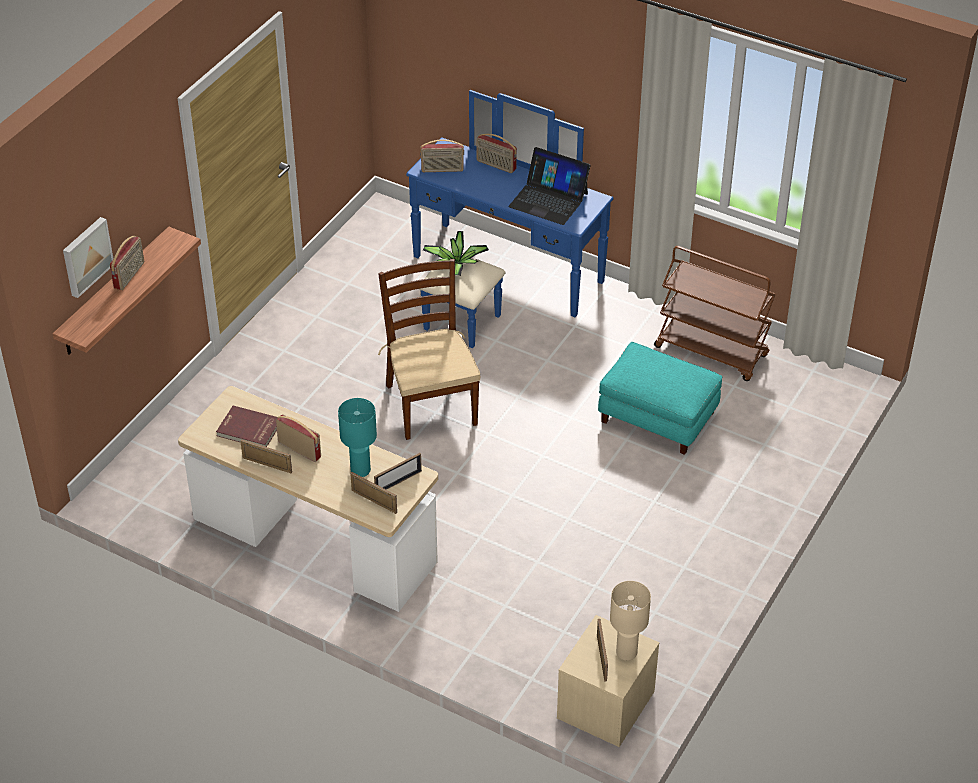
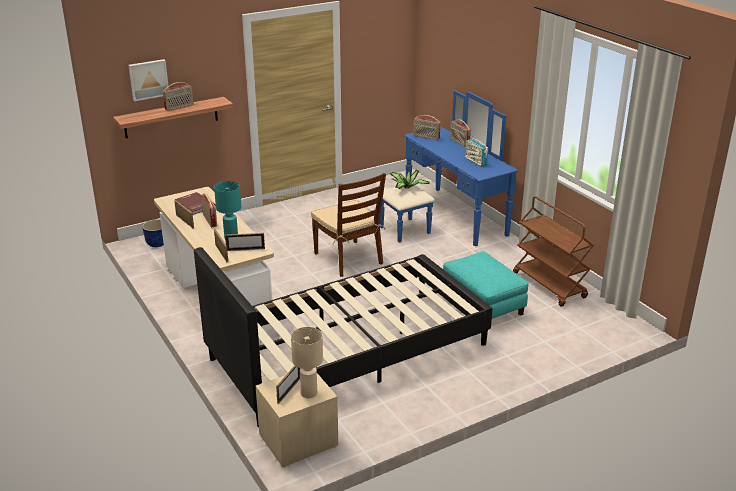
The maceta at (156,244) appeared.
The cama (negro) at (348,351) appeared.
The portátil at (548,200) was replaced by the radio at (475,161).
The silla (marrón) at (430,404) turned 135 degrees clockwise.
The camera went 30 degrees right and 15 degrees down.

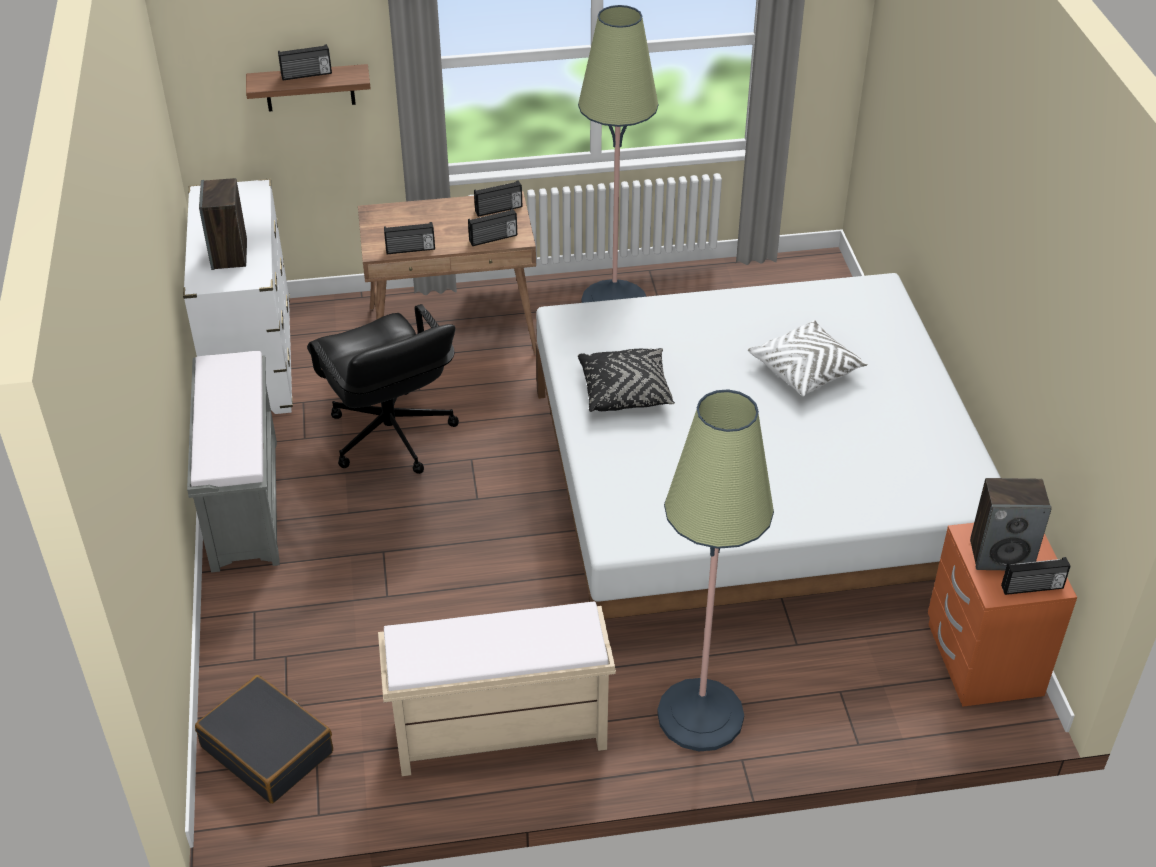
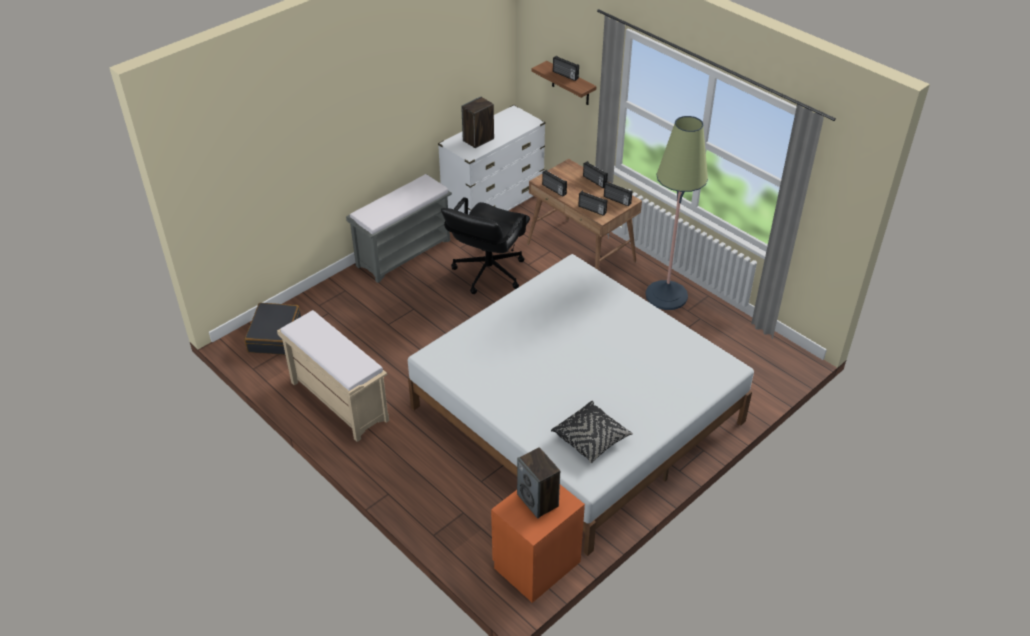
The lámpara de pie at (700,715) disappeared.
The cojín (blanco) at (806,369) disappeared.
The cojín (negro) moved from (625,391) to (591,438).
The radio moved from (1032,588) to (594,181).
The camera went 55 degrees right and 0 degrees up.

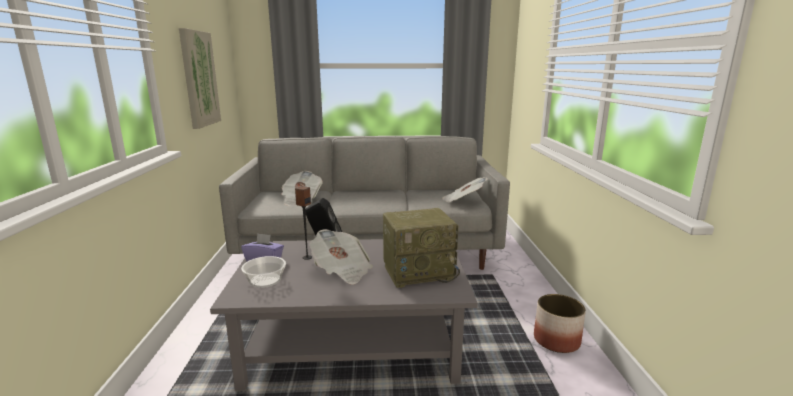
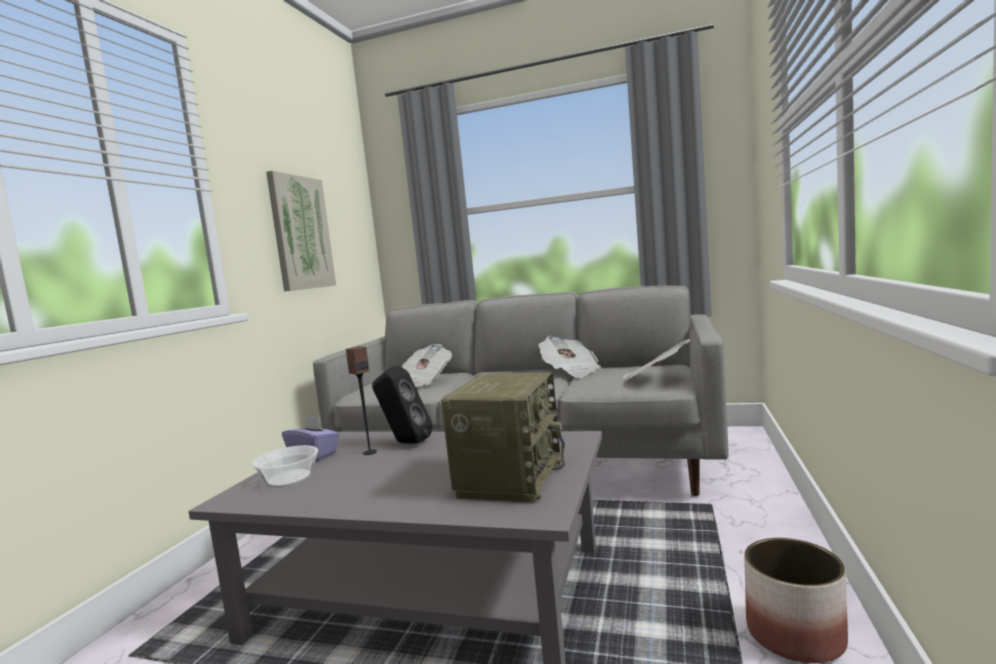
The periódico moved from (342,271) to (570,372).
The radio at (419,272) turned 75 degrees counterclockwise.
The camera went 20 degrees right and 10 degrees down.

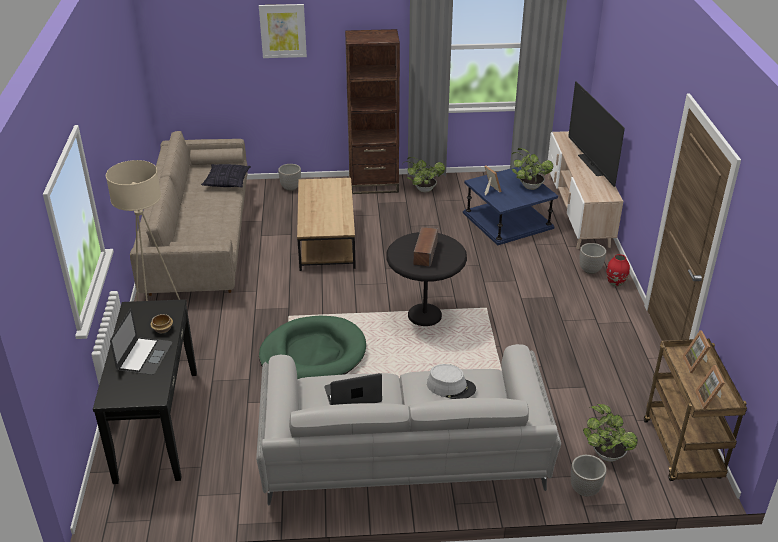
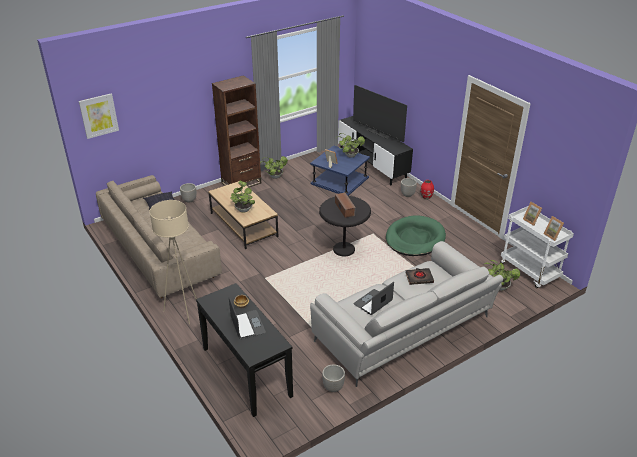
The planta en maceta at (243,209) appeared.
The cuadro moved from (283,31) to (99,115).
The cama para perro (verde) moved from (313,354) to (415,239).
The maceta moved from (584,490) to (333,387).
The sombrero (gris) at (451,387) was replaced by the libro (negro) at (419,278).
The mueble de televisión (beis) at (577,211) became the mueble de televisión (negro) at (372,164).
The carrito (marrón) at (683,451) became the carrito (blanco) at (530,271).
The camera went 30 degrees left and 0 degrees up.

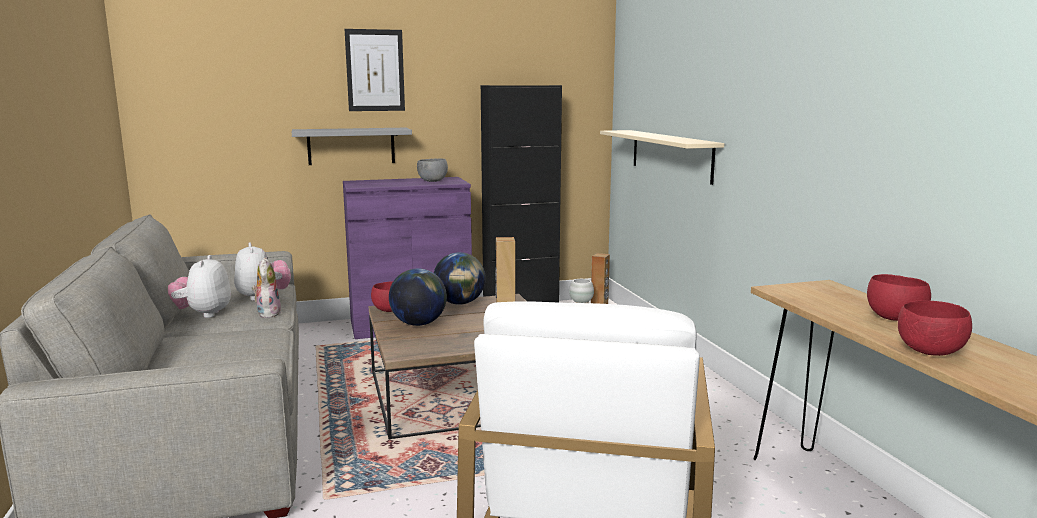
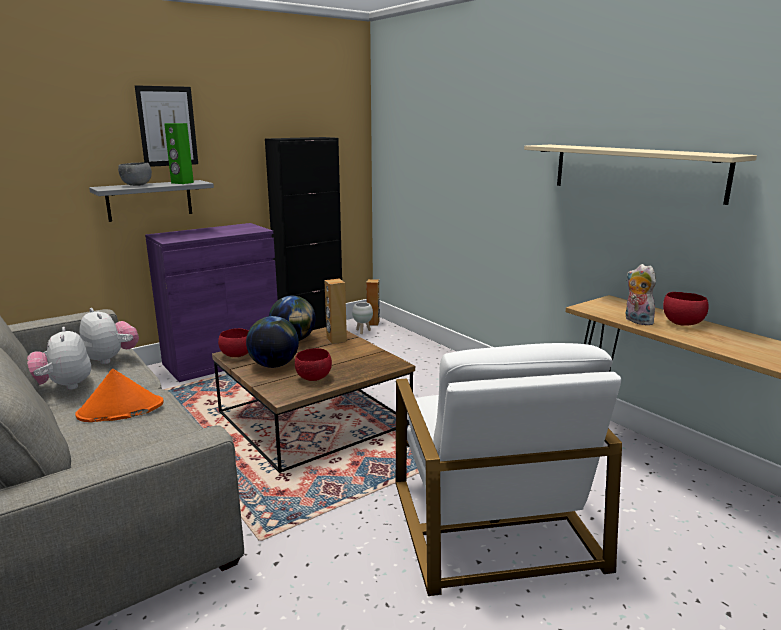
The sombrero (naranja) at (120,410) appeared.
The altavoz (verde) at (182,183) appeared.
The peluche moved from (267,313) to (636,321).
The cuenco (gris) moved from (432,181) to (136,185).
The estante (beis) moved from (670,155) to (635,171).
The cuenco (rojo) moved from (931,352) to (314,378).
The camera went 20 degrees left and 5 degrees up.

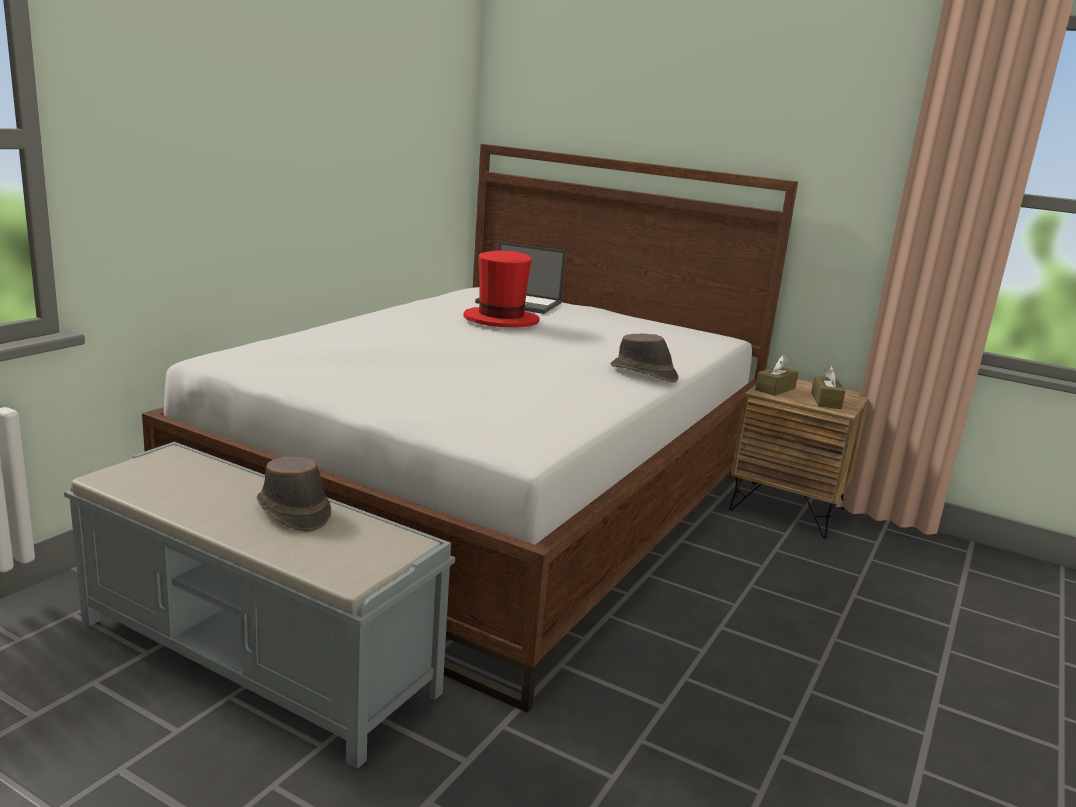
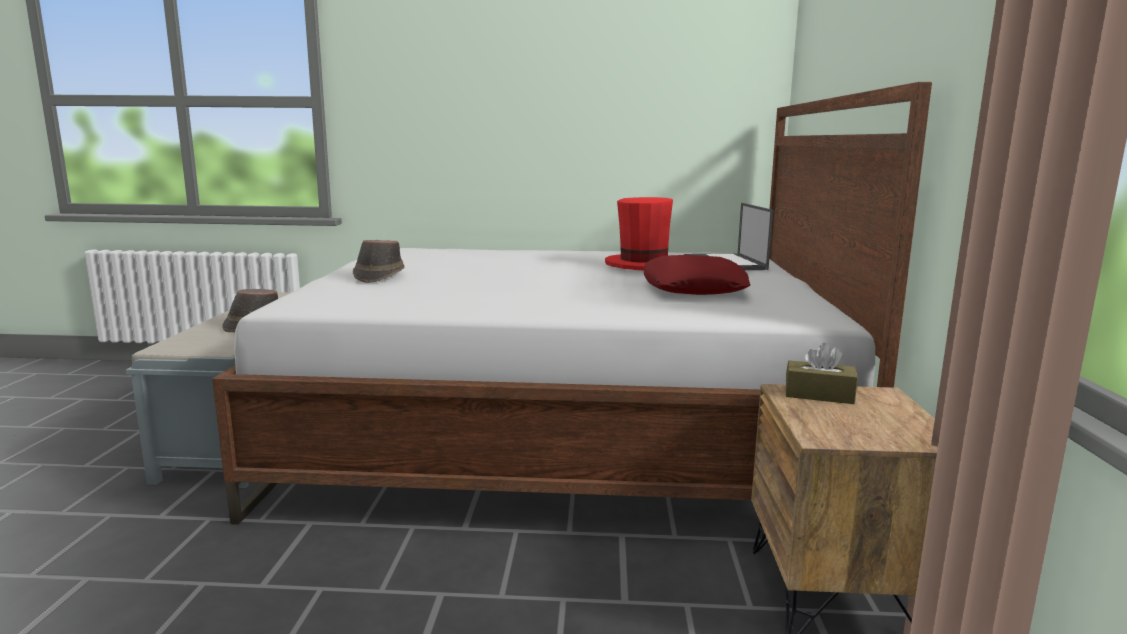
The caja de pañuelos (marrón) at (826,401) disappeared.
The cojín (rojo) at (694,287) appeared.
The sombrero (marrón) moved from (644,374) to (378,276).
The camera went 65 degrees right and 5 degrees down.

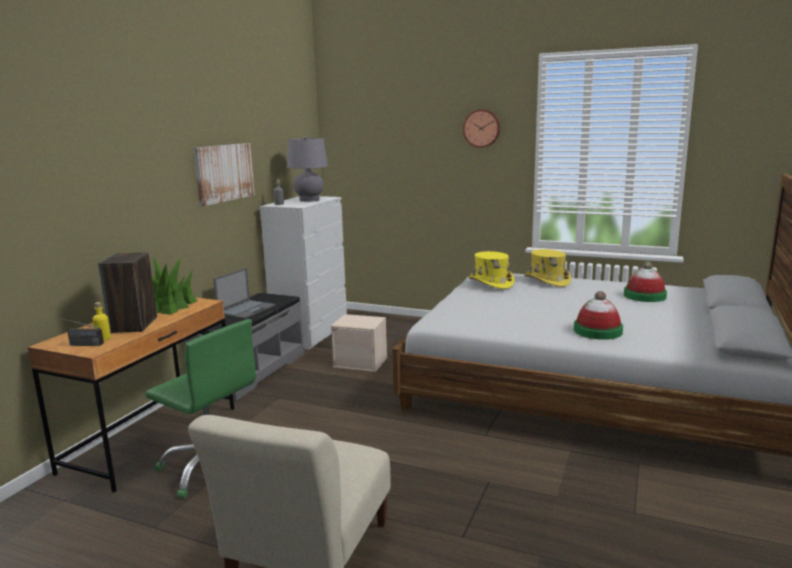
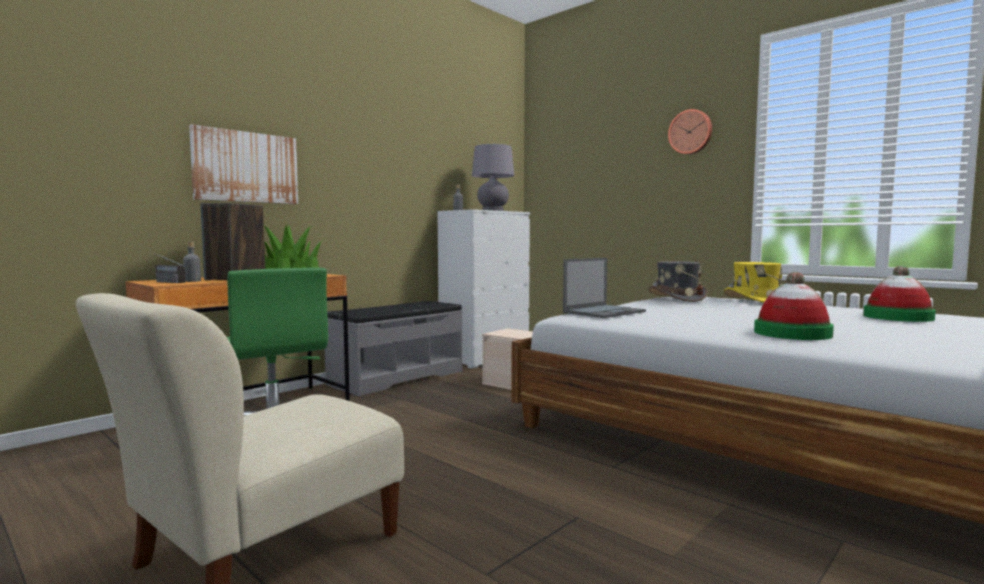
The cuadro moved from (224,173) to (246,167).
The portátil moved from (247,309) to (604,312).
The botella (amarillo) at (103,338) became the botella (gris) at (192,281).
The sombrero (amarillo) at (490,283) became the sombrero (gris) at (676,298).
The camera went 20 degrees right and 10 degrees down.

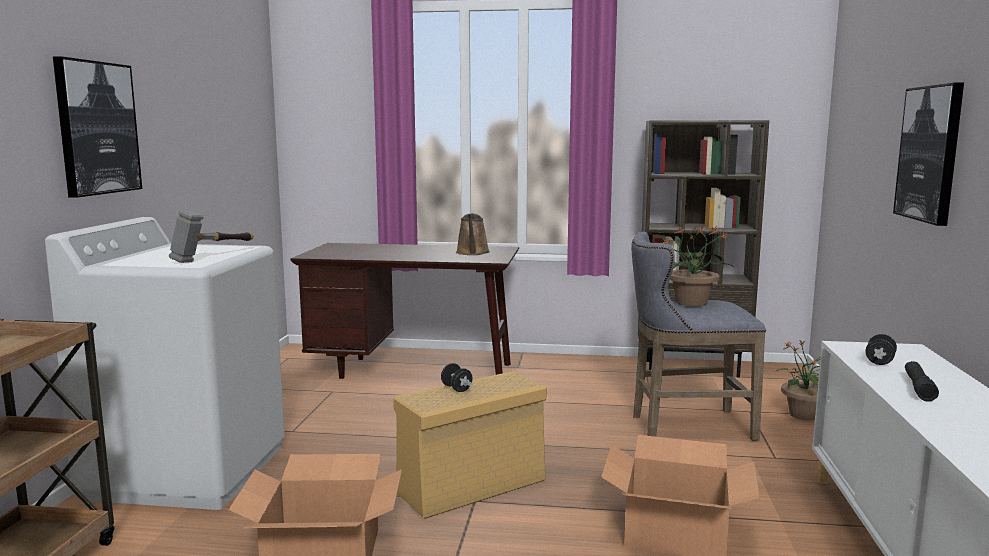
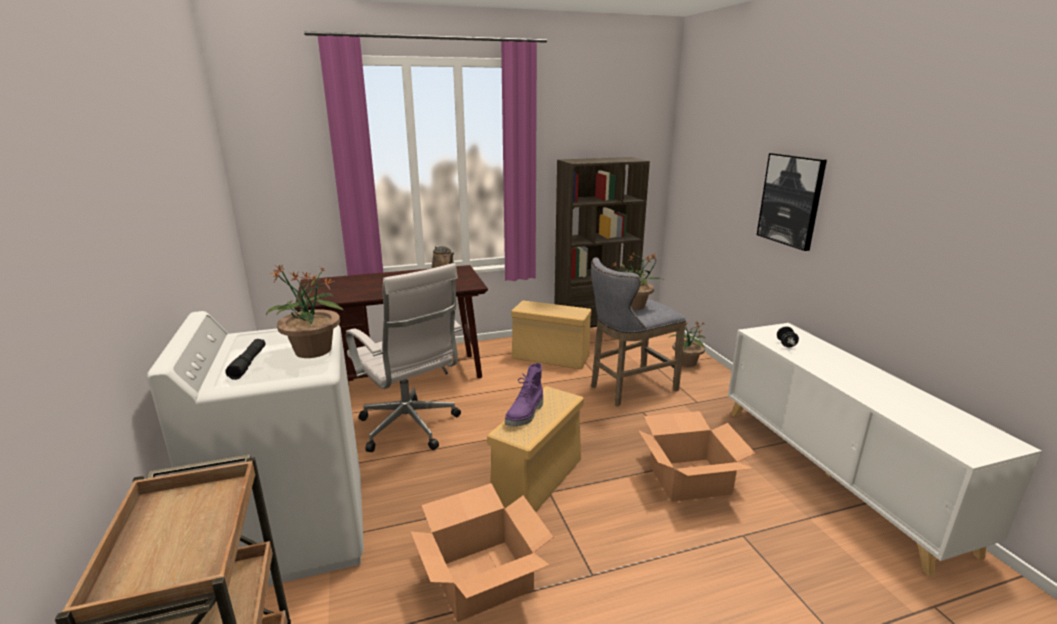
The cuadro at (97,128) disappeared.
The silla de oficina (blanco) at (411,428) appeared.
The caja de almacenaje (beis) at (551,357) appeared.
The linterna (negro) moved from (918,387) to (248,363).
The martillo at (214,257) was replaced by the planta en maceta at (313,351).
The mancuerna (negro) at (456,388) was replaced by the bota (morado) at (525,414).
The camera went 25 degrees left and 10 degrees up.

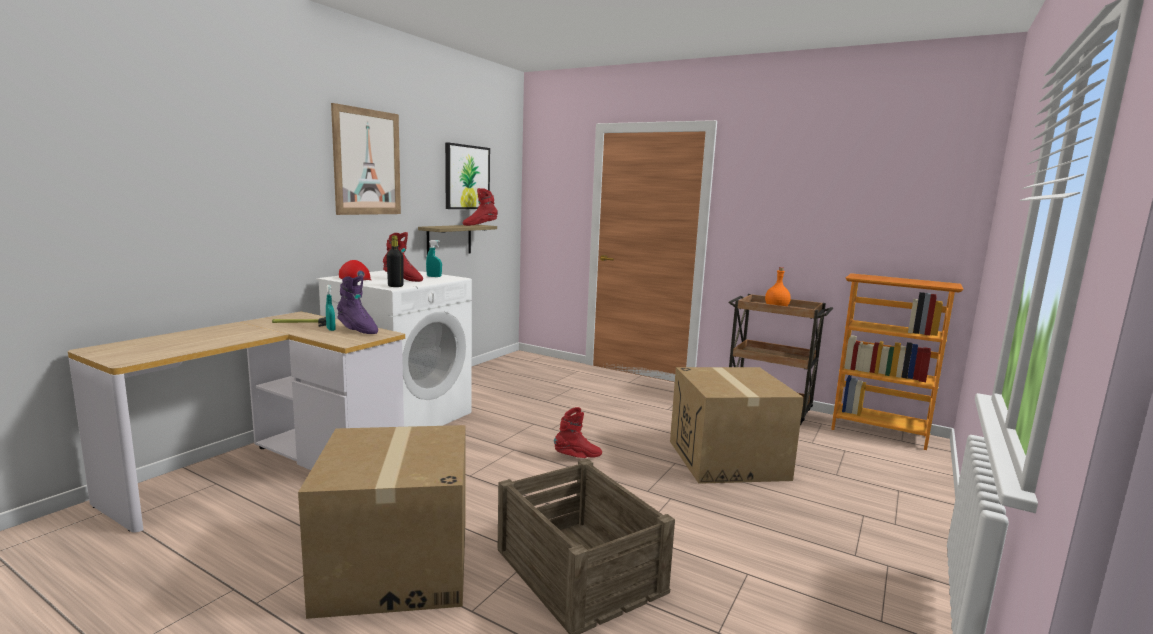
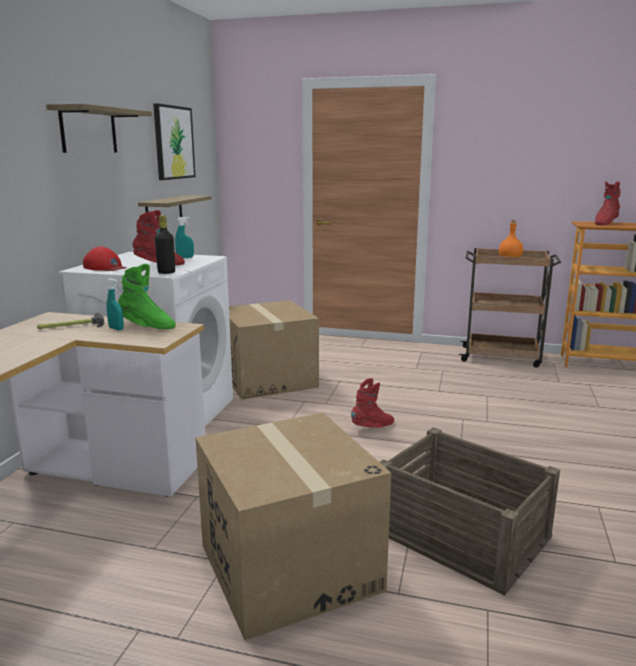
The bota (rojo) moved from (480,225) to (605,223).
The caja de cartón moved from (727,460) to (268,379).
The cuadro at (367,162) was replaced by the estante at (89,130).
The bota (morado) at (357,330) became the bota (verde) at (147,326).
The camera went 15 degrees left and 5 degrees up.

